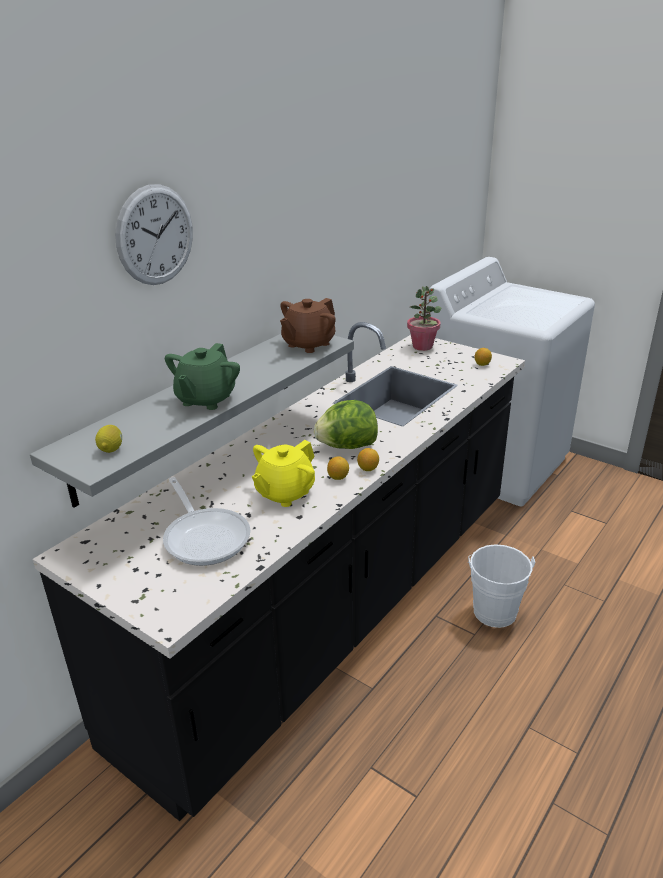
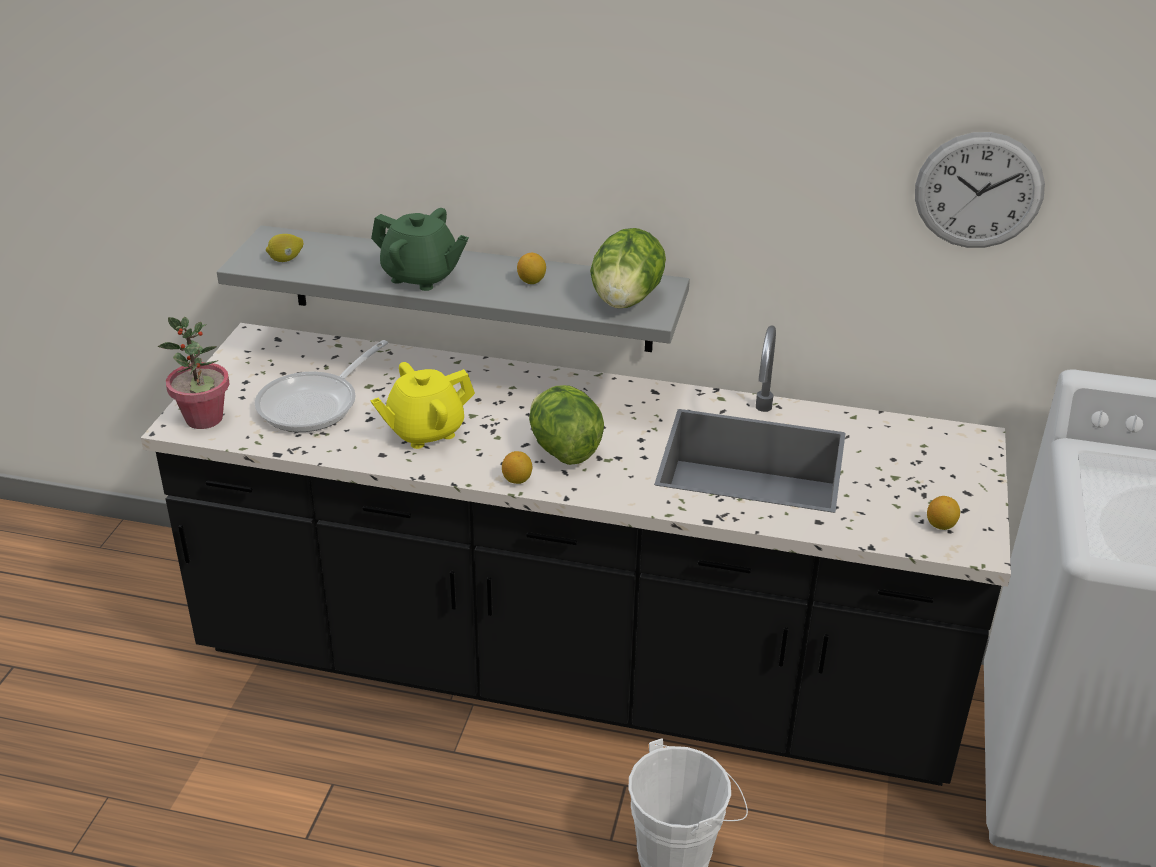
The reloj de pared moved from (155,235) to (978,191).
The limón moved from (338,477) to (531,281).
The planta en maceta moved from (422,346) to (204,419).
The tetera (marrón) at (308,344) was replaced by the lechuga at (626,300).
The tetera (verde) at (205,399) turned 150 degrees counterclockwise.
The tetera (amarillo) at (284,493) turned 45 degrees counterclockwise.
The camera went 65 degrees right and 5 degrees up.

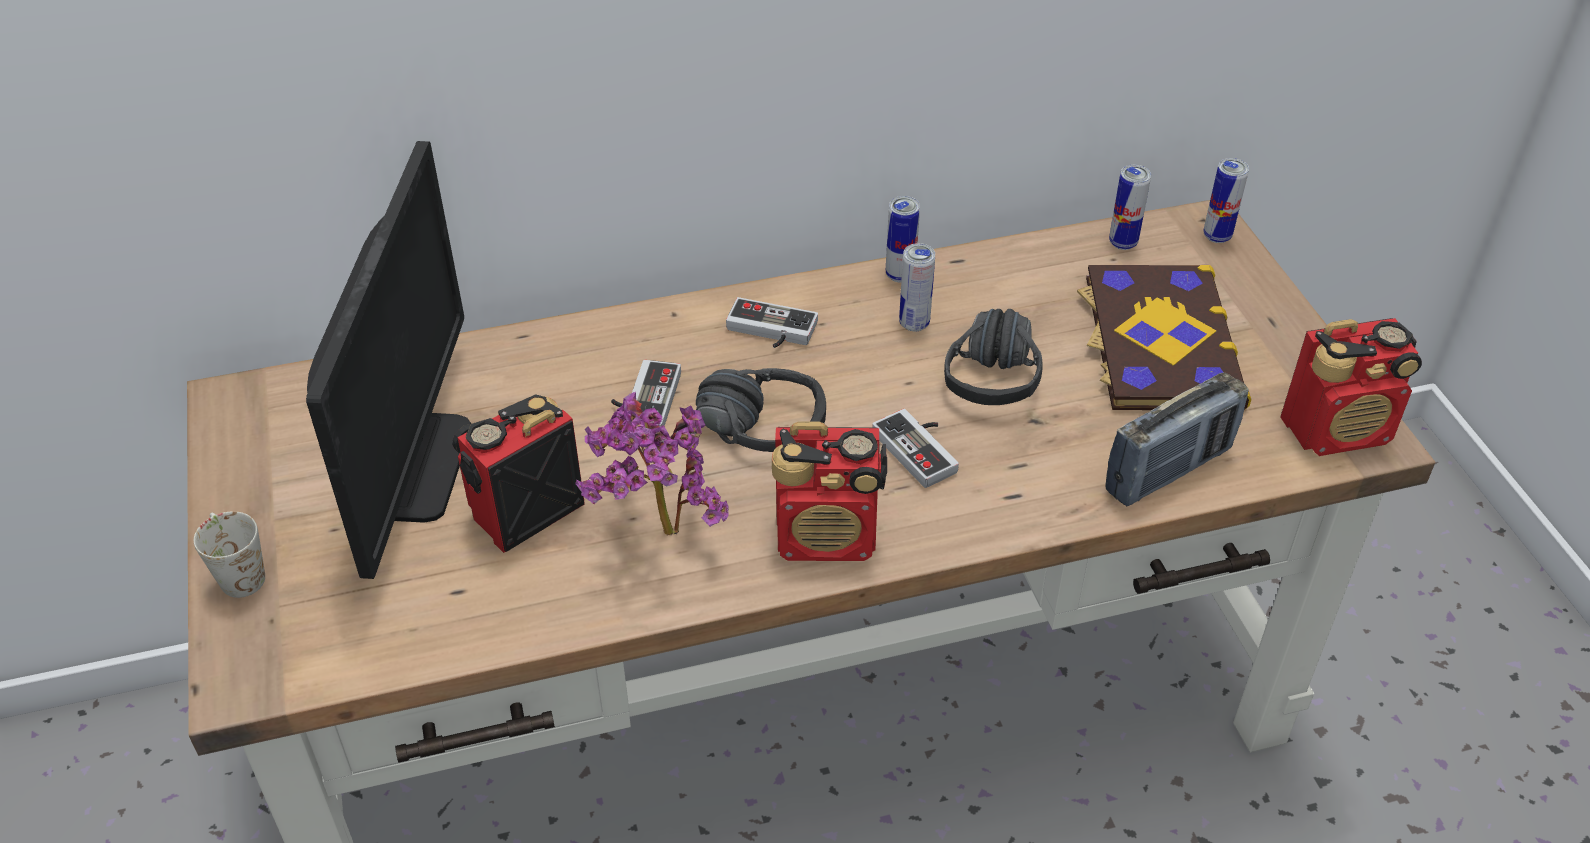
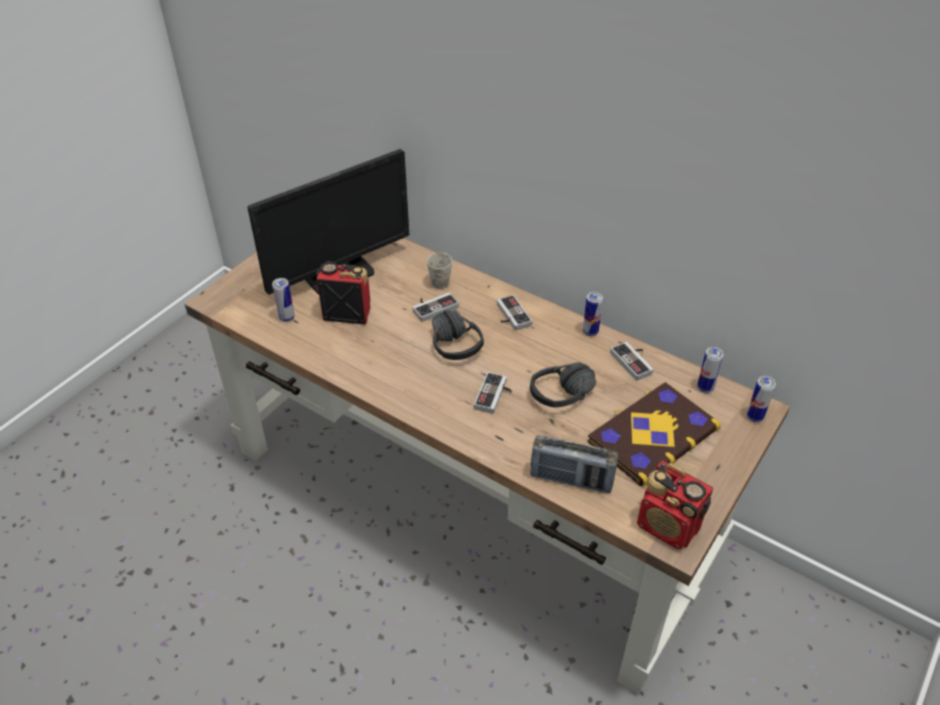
The planta en maceta at (657,535) disappeared.
The radio at (828,537) disappeared.
The mando de consola at (634,361) appeared.
The taza grande (blanco) moved from (237,572) to (441,279).
The lata moved from (914,323) to (287,318).
The camera went 50 degrees right and 0 degrees up.

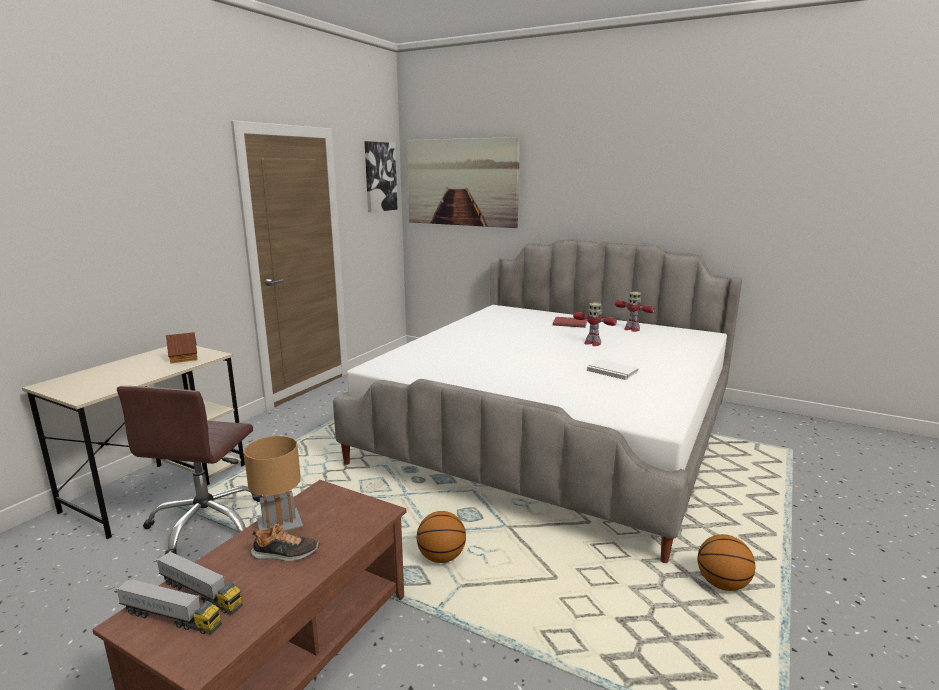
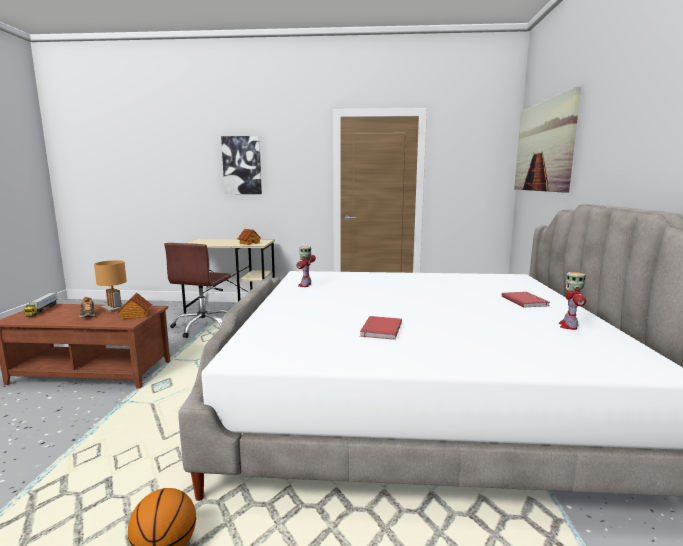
The camión de juguete at (201,593) disappeared.
The balón de baloncesto at (441,557) disappeared.
The casita at (135,315) appeared.
The cuadro moved from (379,177) to (242,165).
The robot de juguete moved from (592,343) to (305,285).
The libro (blanco) at (611,372) became the libro (rojo) at (379,329).
The silla de oficina (marrón) at (207,522) turned 60 degrees counterclockwise.
The camera went 65 degrees right and 5 degrees down.

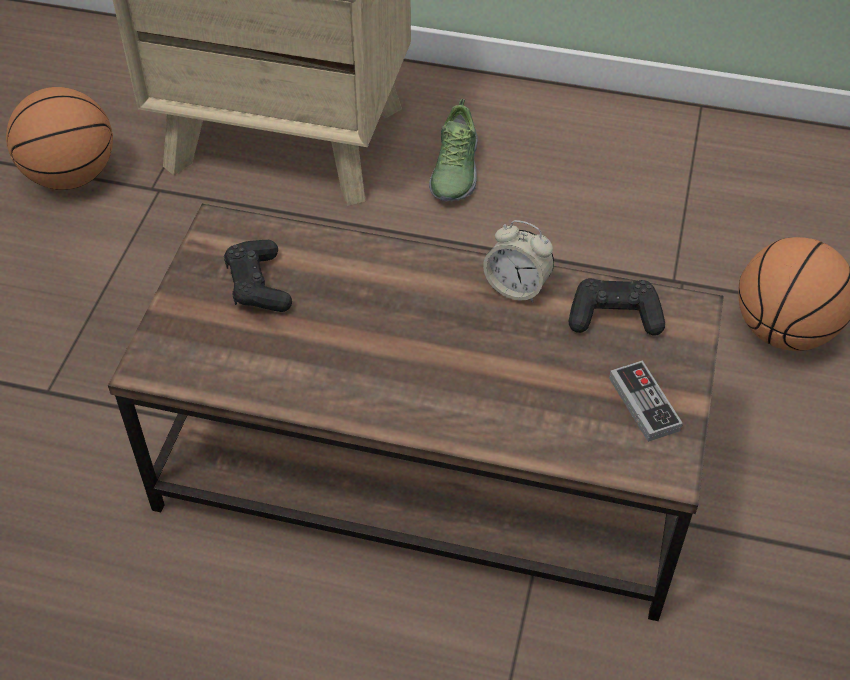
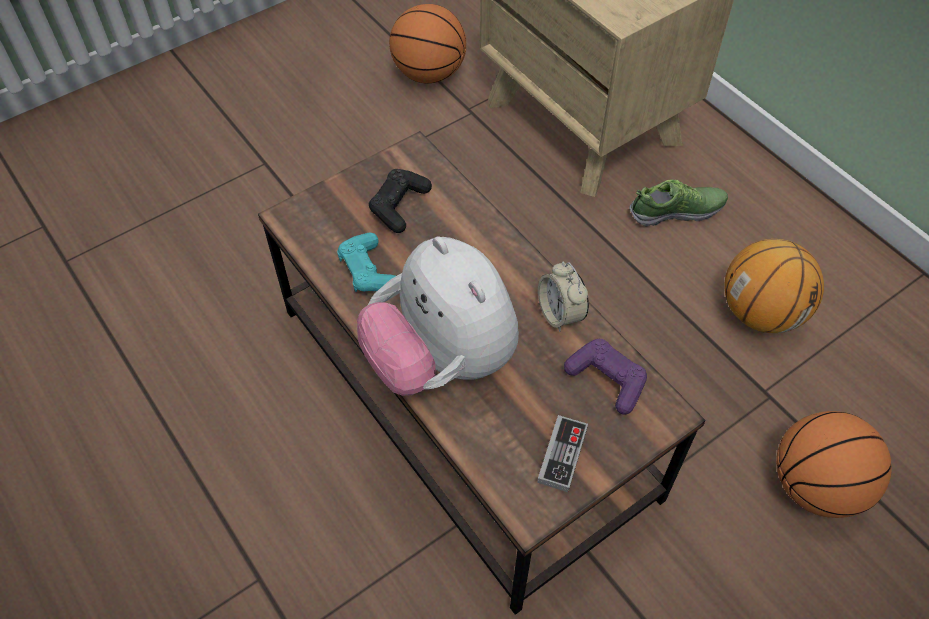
The mando de consola (turquesa) at (368,272) appeared.
The peluche at (441,360) appeared.
The balón de baloncesto at (761,312) appeared.
The mando de consola (negro) at (614,316) became the mando de consola (morado) at (606,380).
The zapato at (454,171) turned 150 degrees counterclockwise.
The camera went 40 degrees right and 5 degrees up.

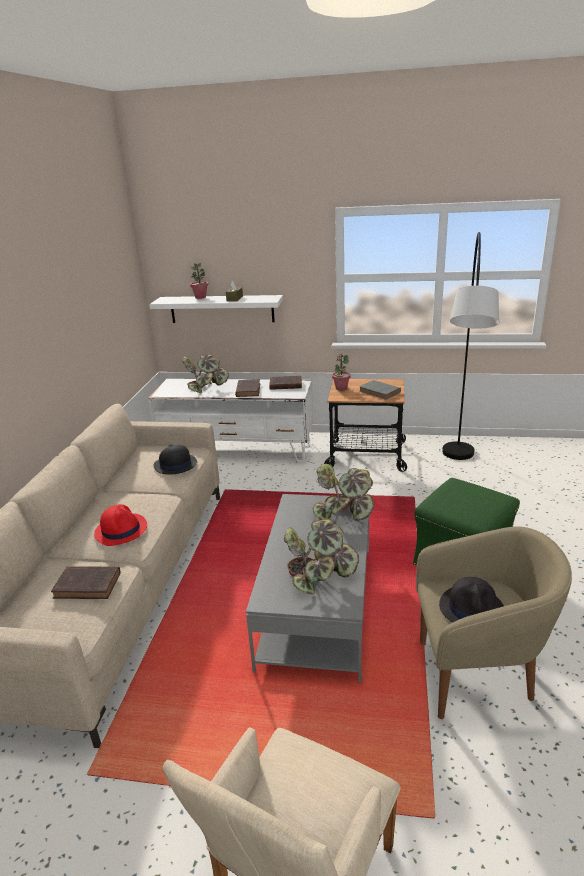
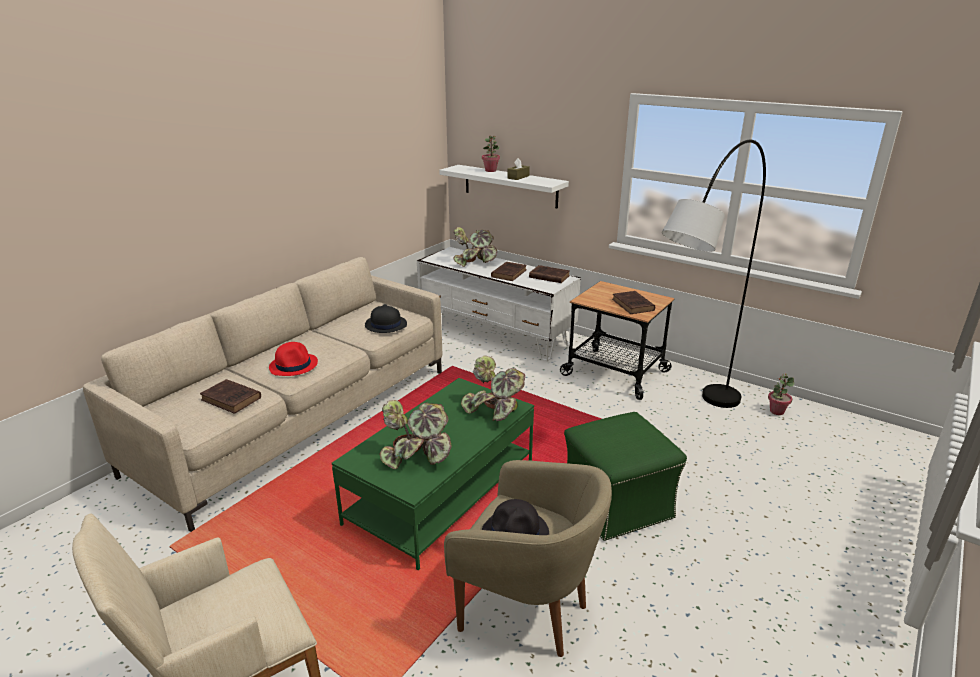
The planta en maceta moved from (341,388) to (776,411).
The mesa de centro (gris) at (317,604) became the mesa de centro (verde) at (442,492).
The libro (gris) at (380,392) became the libro (marrón) at (633,305).
The camera went 25 degrees right and 0 degrees up.

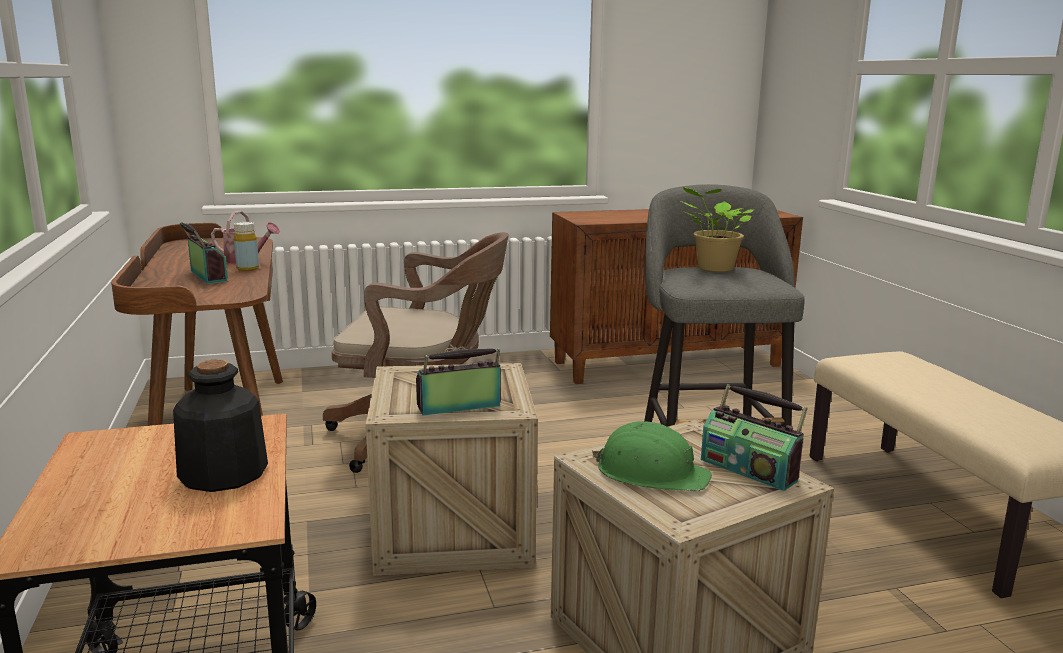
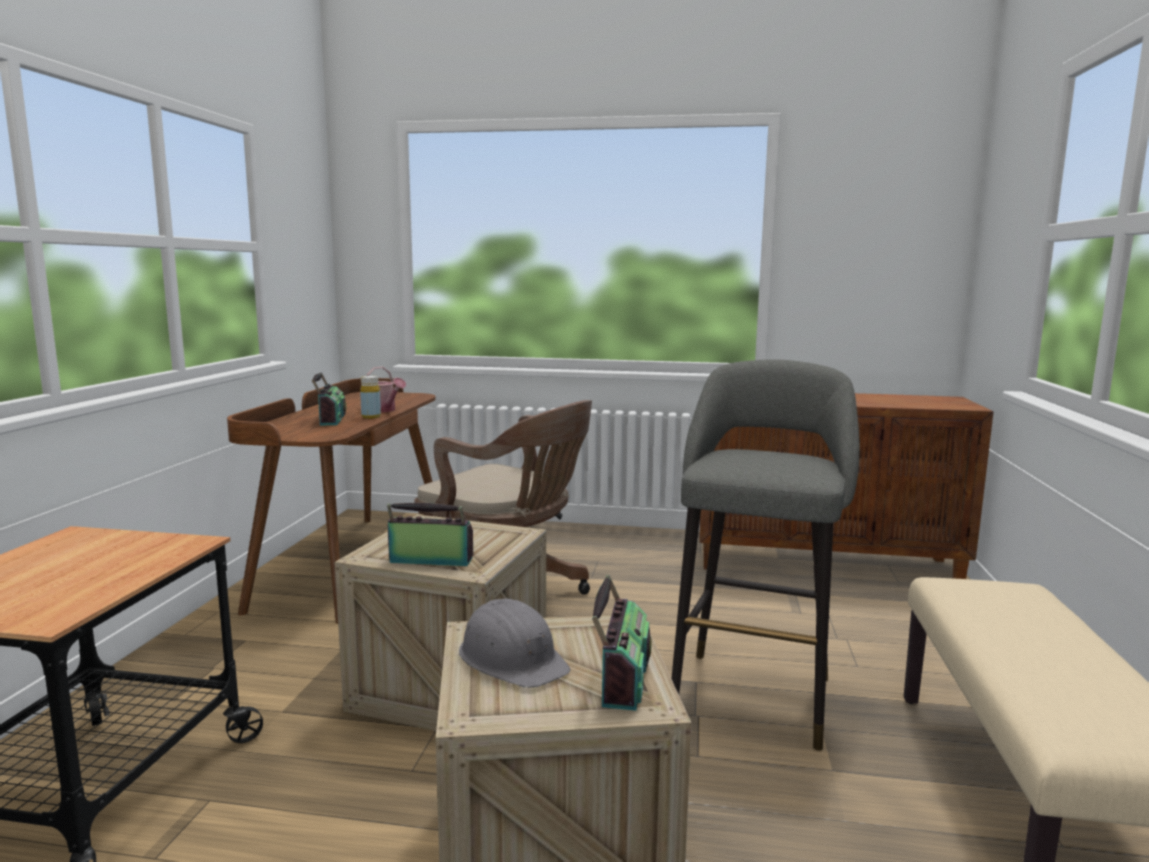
The botella at (222,474) disappeared.
The planta en maceta at (713,268) disappeared.
The casco (verde) at (651,473) became the casco (gris) at (512,659).
The radio at (749,469) turned 150 degrees counterclockwise.
The camera went 25 degrees right and 5 degrees down.

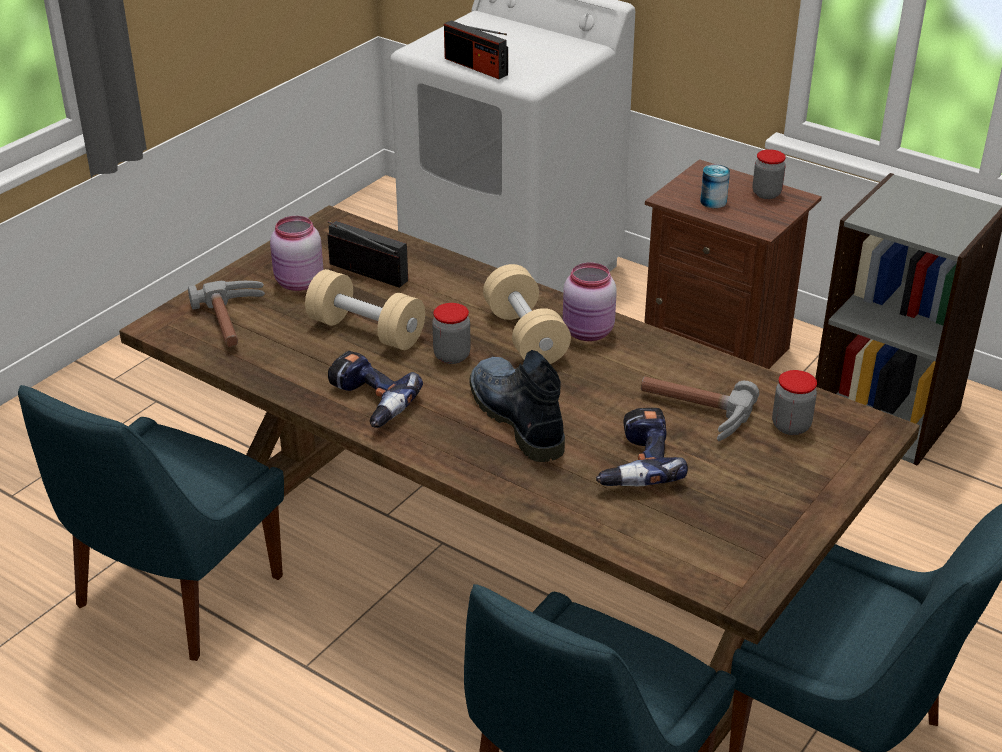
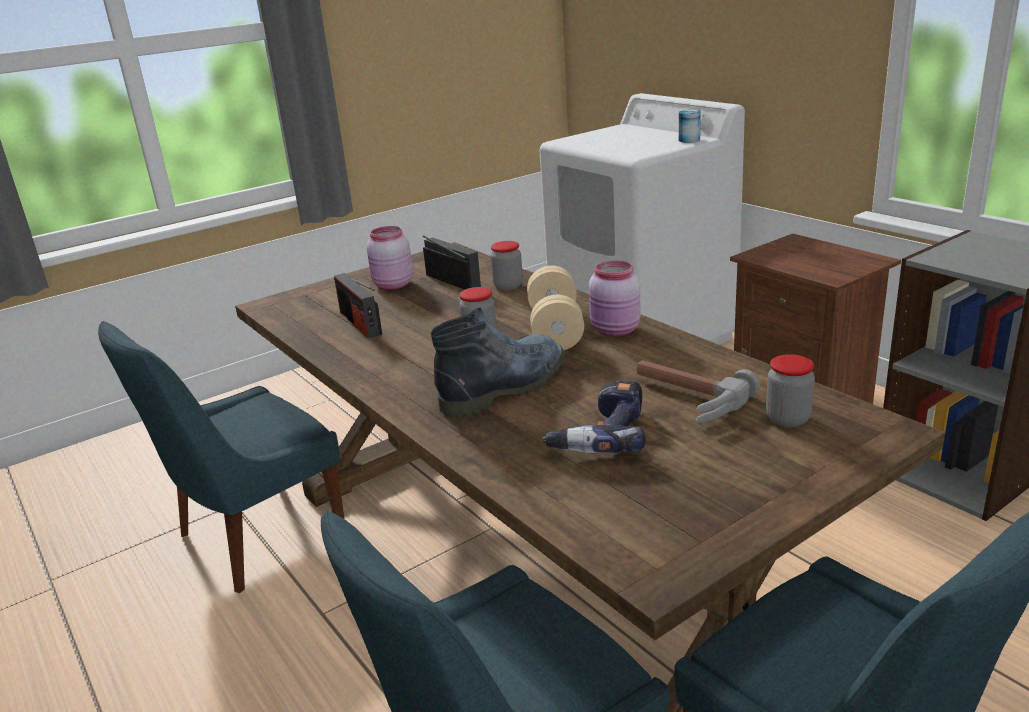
The martillo at (235,322) disappeared.
The mancuerna (beis) at (366,331) disappeared.
The taladro at (368,403) disappeared.
The radio moved from (476,66) to (360,323).
The lata moved from (713,201) to (689,140).
The tarro moved from (766,194) to (508,286).
The bota at (515,417) turned 60 degrees clockwise.
The camera went 20 degrees right and 10 degrees down.

